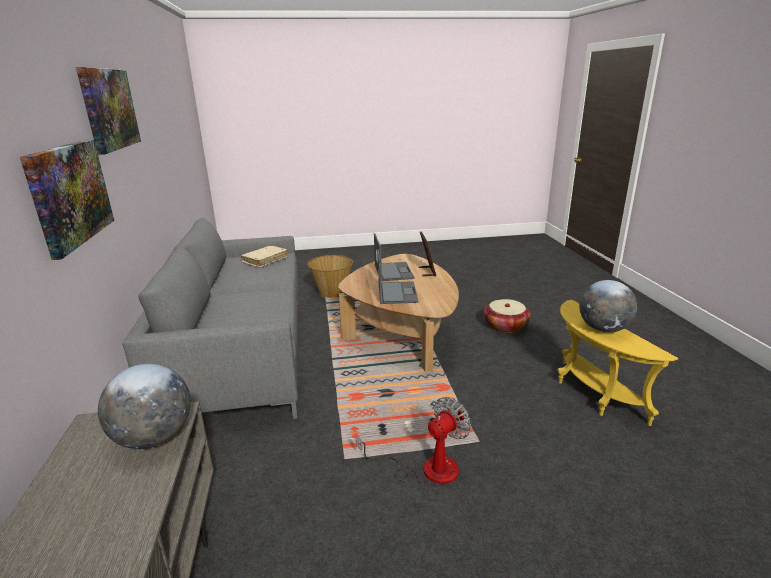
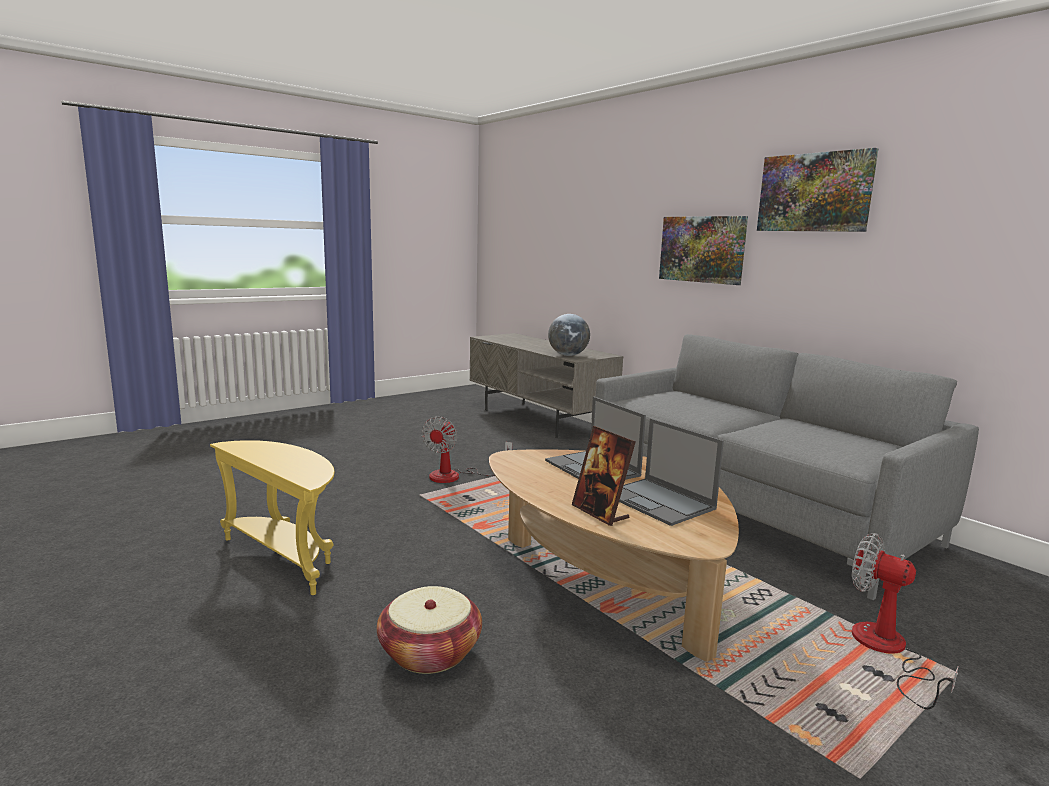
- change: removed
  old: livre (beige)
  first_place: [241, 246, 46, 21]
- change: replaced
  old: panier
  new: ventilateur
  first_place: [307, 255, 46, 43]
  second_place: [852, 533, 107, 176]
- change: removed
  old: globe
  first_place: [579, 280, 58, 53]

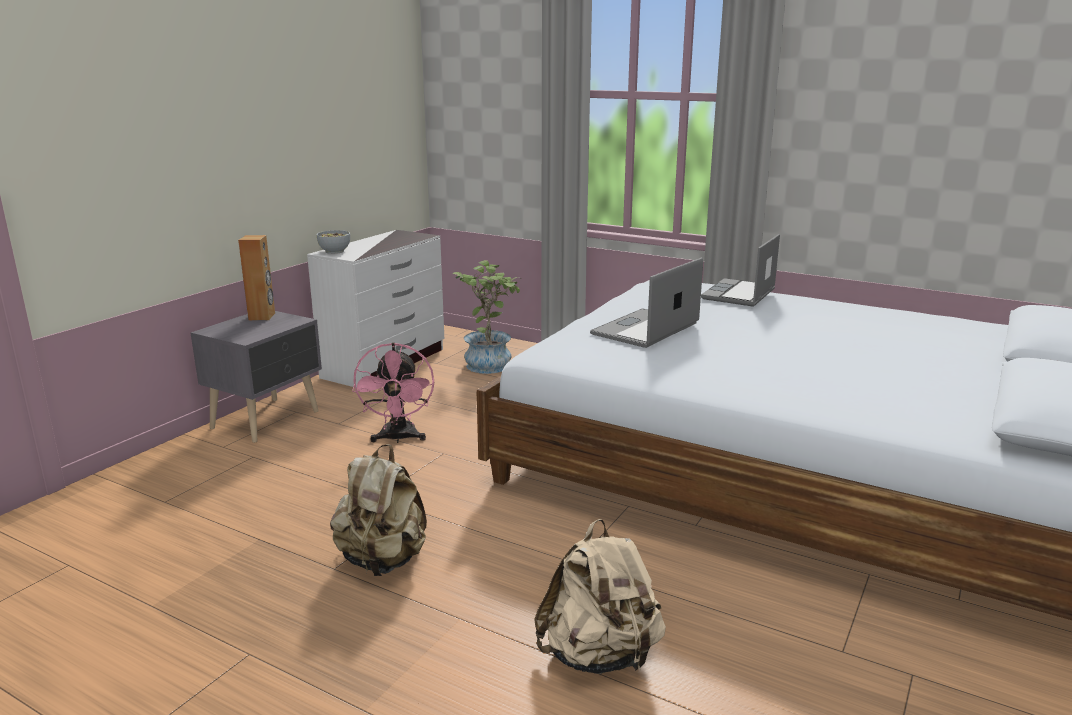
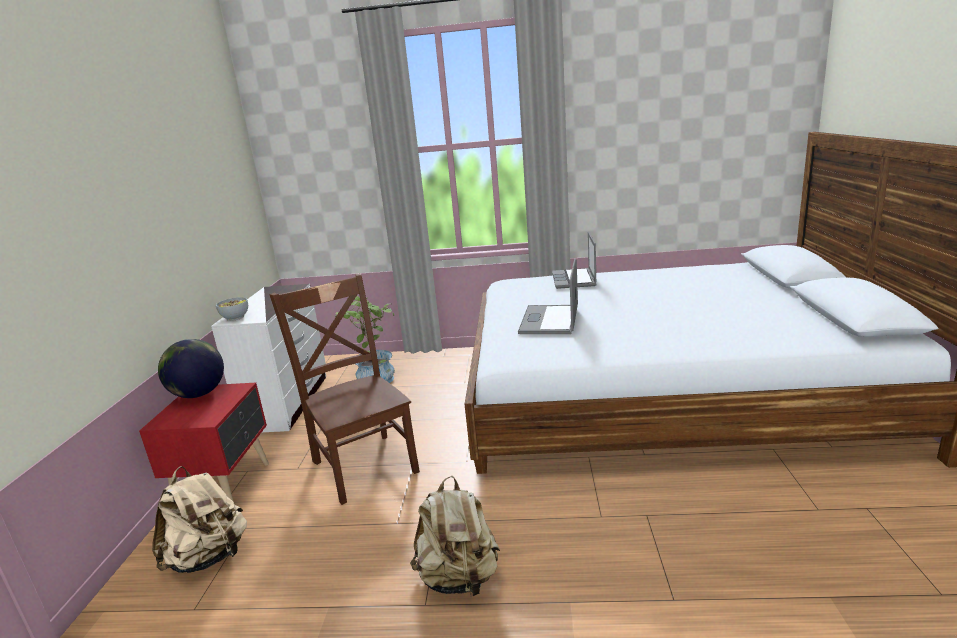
- change: replaced
  old: enceinte (marron)
  new: globe
  first_place: [238, 235, 37, 85]
  second_place: [158, 339, 66, 59]
- change: recoloured
  old: table de chevet (gris)
  new: table de chevet (rouge)
  first_place: [191, 311, 131, 132]
  second_place: [139, 383, 130, 119]
- change: replaced
  old: ventilateur (rose)
  new: chaise (marron)
  first_place: [352, 342, 82, 101]
  second_place: [269, 273, 151, 232]
- change: moved
  old: sac à dos (beige)
  first_place: [534, 519, 132, 155]
  second_place: [152, 466, 95, 107]

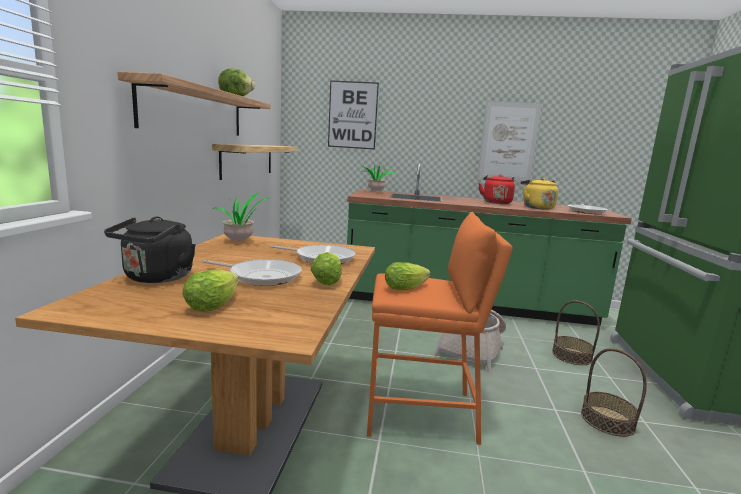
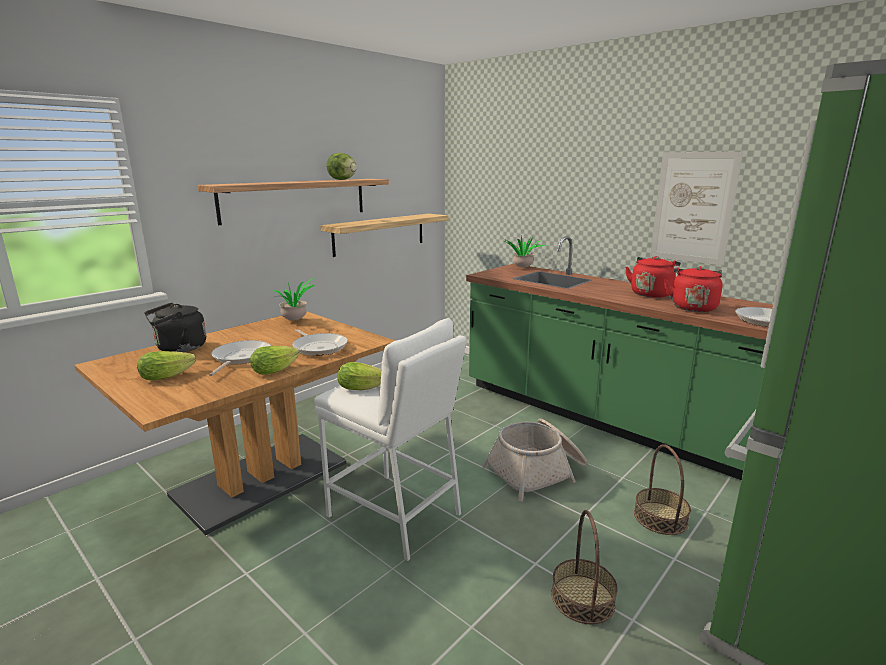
- change: removed
  old: tableau
  first_place: [328, 80, 51, 70]
- change: recoloured
  old: bouilloire (jaune)
  new: bouilloire (rouge)
  first_place: [520, 178, 38, 32]
  second_place: [664, 266, 59, 46]
- change: recoloured
  old: tabouret (orange)
  new: tabouret (blanc)
  first_place: [367, 212, 146, 233]
  second_place: [314, 318, 152, 243]
- change: turned
  old: poêle
  first_place: [203, 259, 99, 27]
  second_place: [209, 340, 62, 36]
  degrees: -135

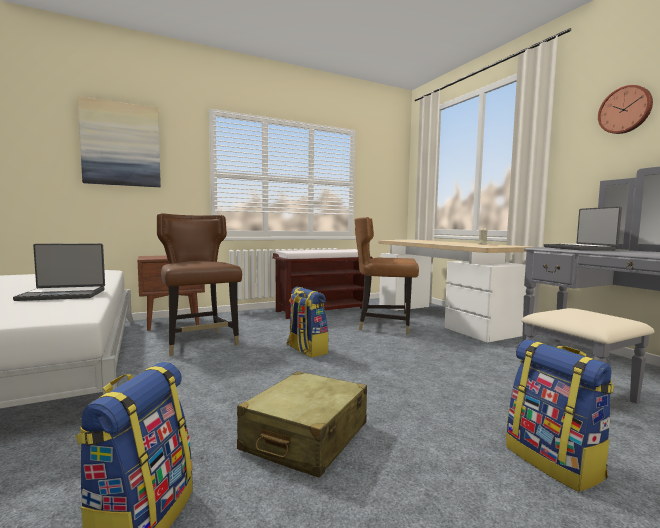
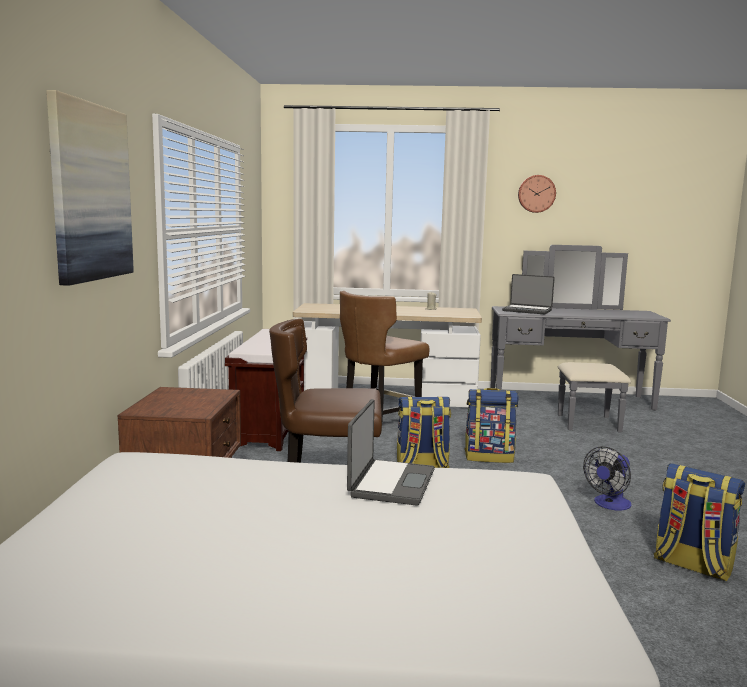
- change: moved
  old: sac à dos
  first_place: [506, 339, 108, 153]
  second_place: [465, 388, 54, 75]
- change: replaced
  old: valise (beige)
  new: ventilateur
  first_place: [237, 371, 130, 107]
  second_place: [583, 446, 48, 64]

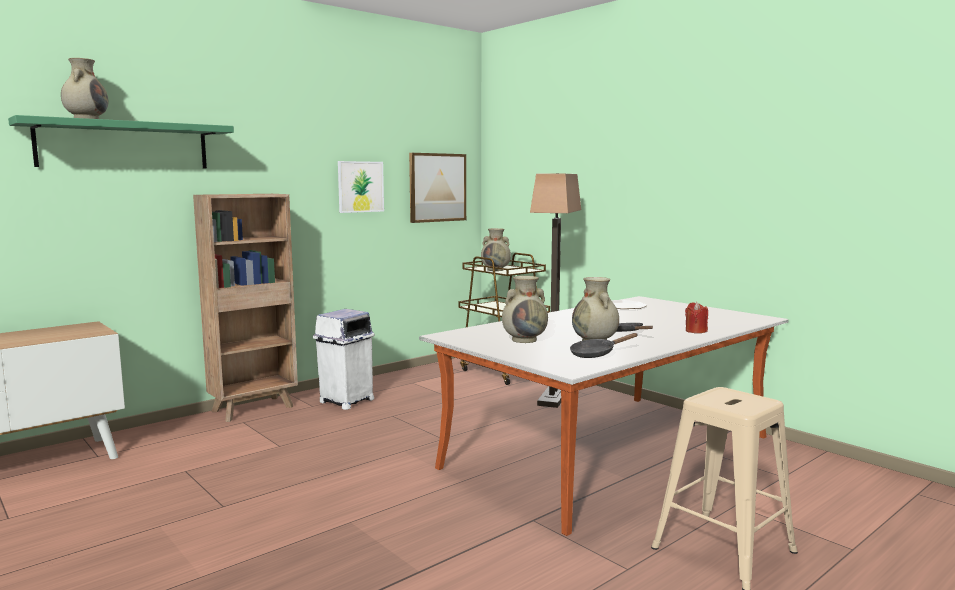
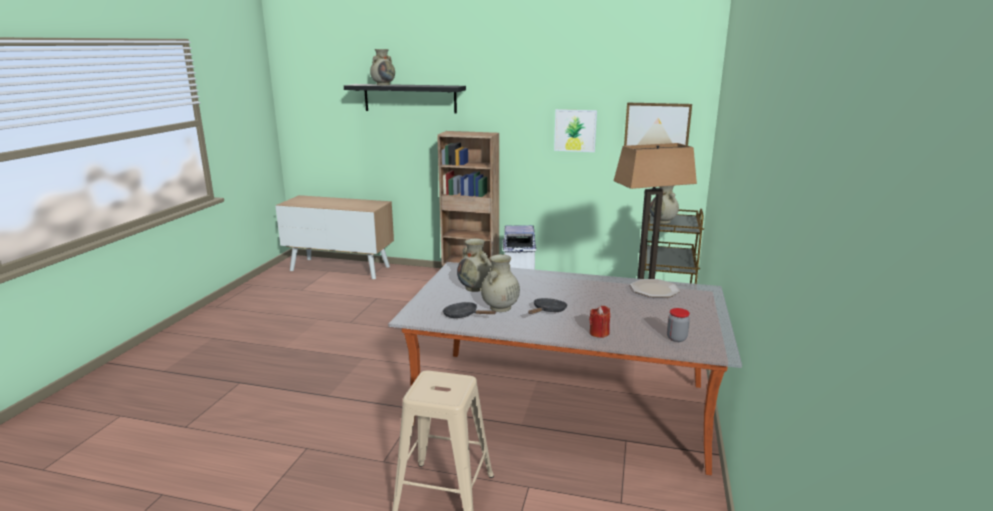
- change: recoloured
  old: étagère (vert)
  new: étagère (noir)
  first_place: [8, 115, 226, 54]
  second_place: [344, 84, 122, 30]
- change: added
  new: bocal
  second_place: [667, 308, 23, 34]

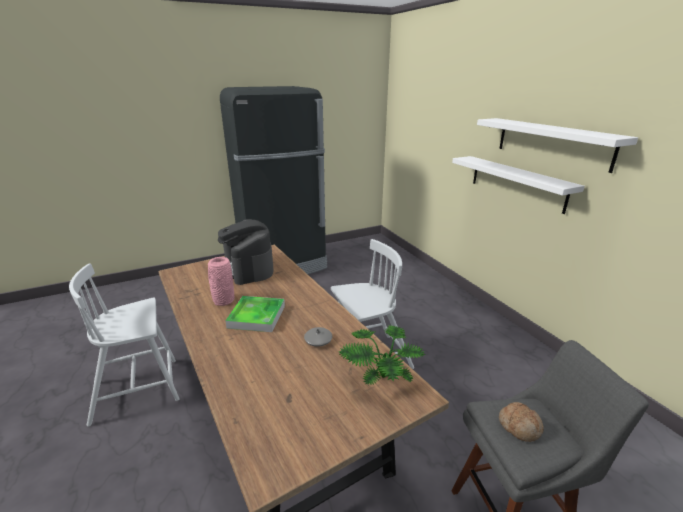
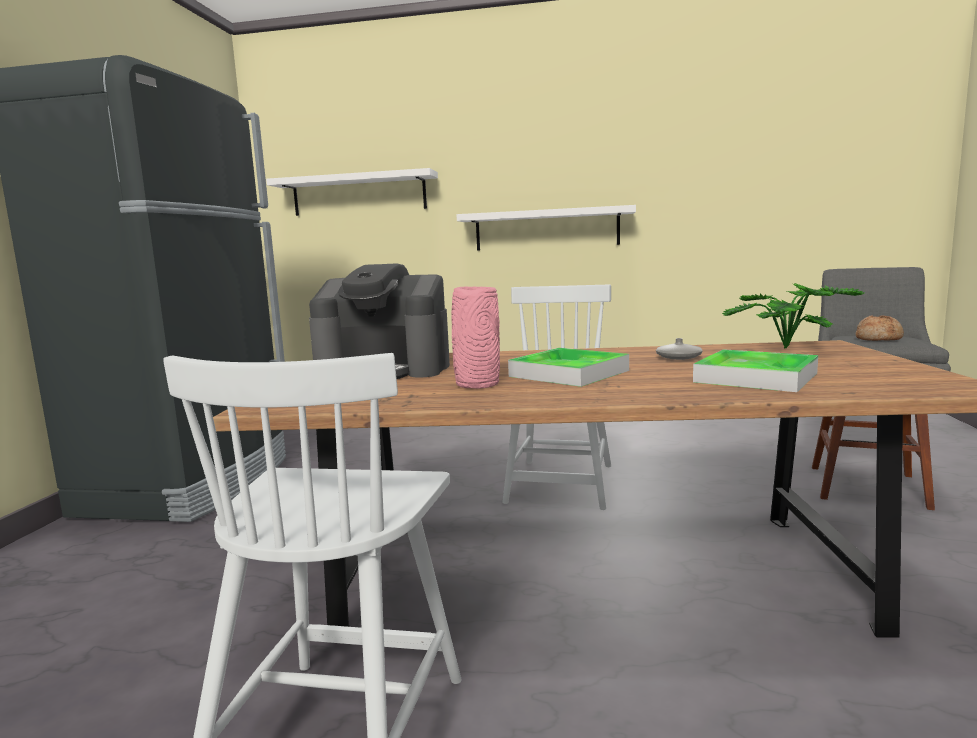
- change: moved
  old: étagère (blanc)
  first_place: [477, 118, 161, 55]
  second_place: [266, 168, 172, 48]
- change: added
  new: plateau
  second_place: [693, 349, 125, 43]

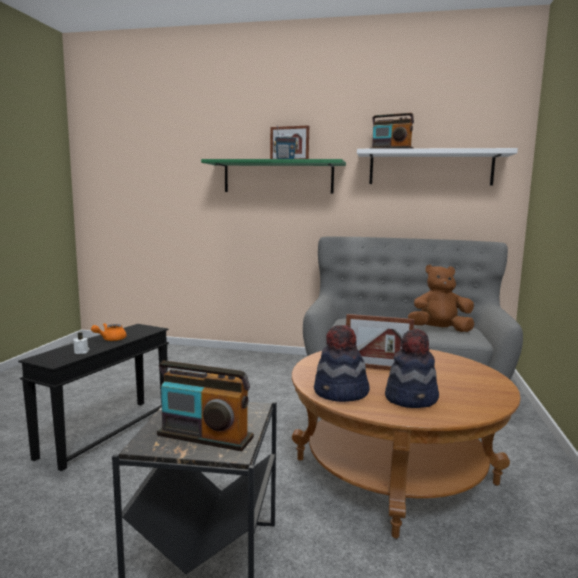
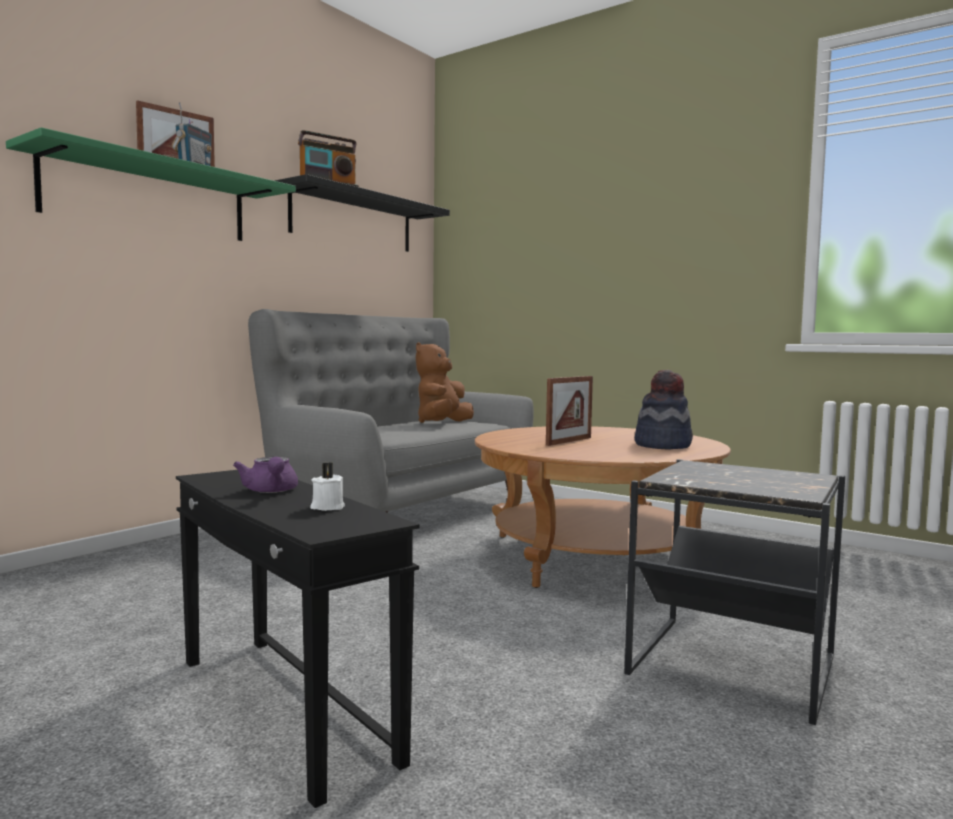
- change: recoloured
  old: étagère (blanc)
  new: étagère (noir)
  first_place: [357, 148, 161, 37]
  second_place: [275, 174, 175, 78]
- change: recoloured
  old: théière (orange)
  new: théière (violet)
  first_place: [91, 323, 36, 18]
  second_place: [233, 457, 65, 36]
- change: removed
  old: chapeau
  first_place: [314, 325, 56, 77]
- change: removed
  old: radio
  first_place: [157, 360, 97, 91]

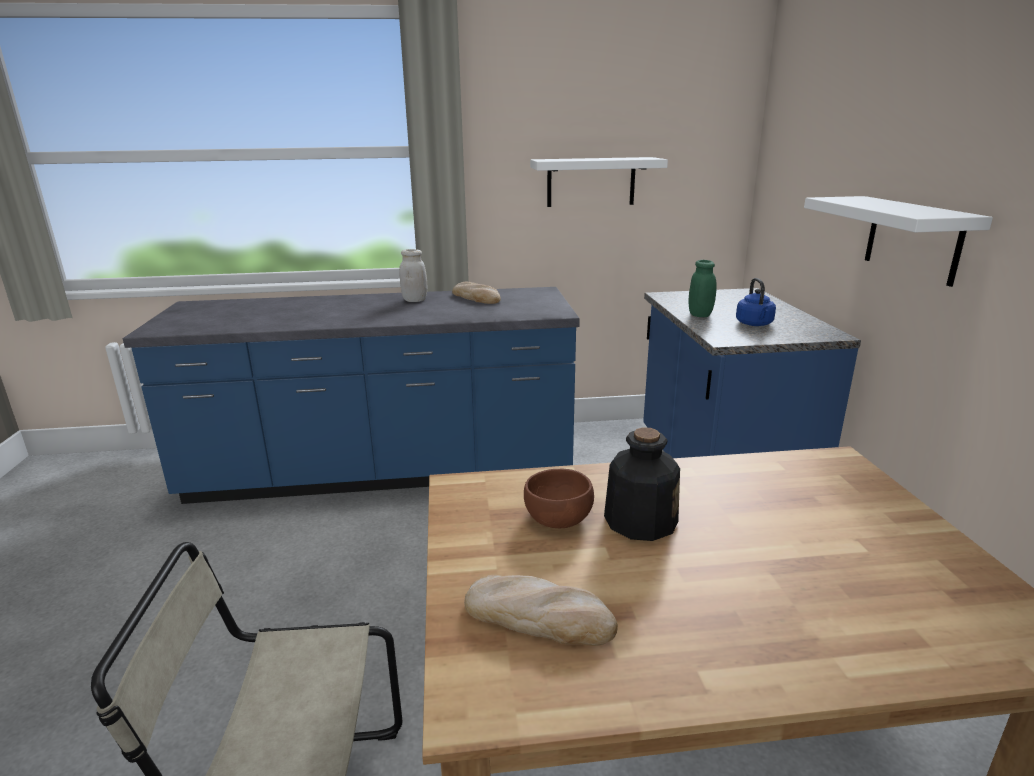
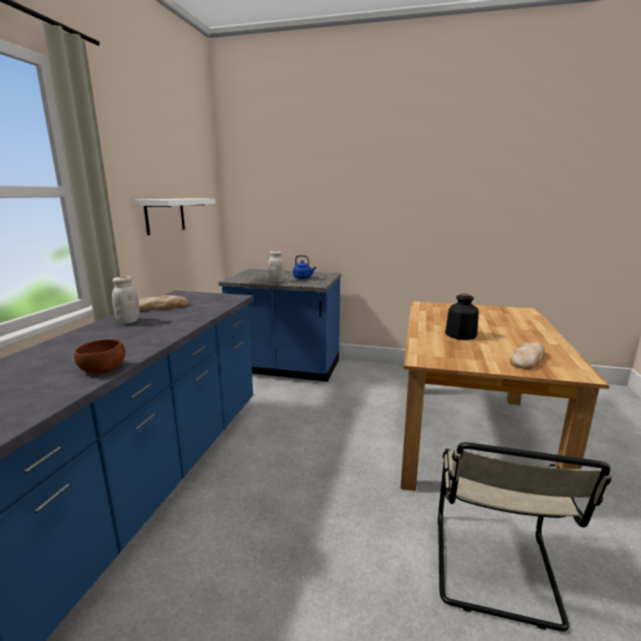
- change: removed
  old: étagère (blanc)
  first_place: [804, 196, 189, 91]
- change: recoloured
  old: bocal (vert)
  new: bocal (blanc)
  first_place: [688, 260, 29, 57]
  second_place: [268, 251, 17, 31]
- change: moved
  old: bol (marron)
  first_place: [524, 469, 70, 59]
  second_place: [74, 339, 52, 35]

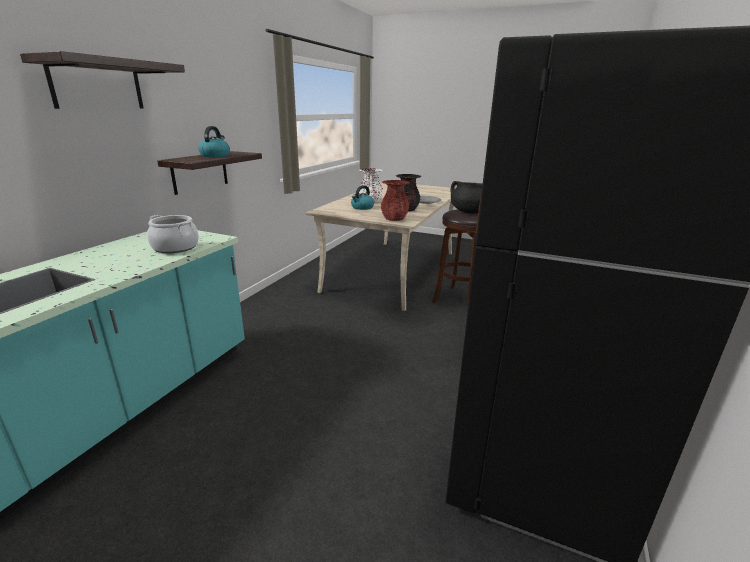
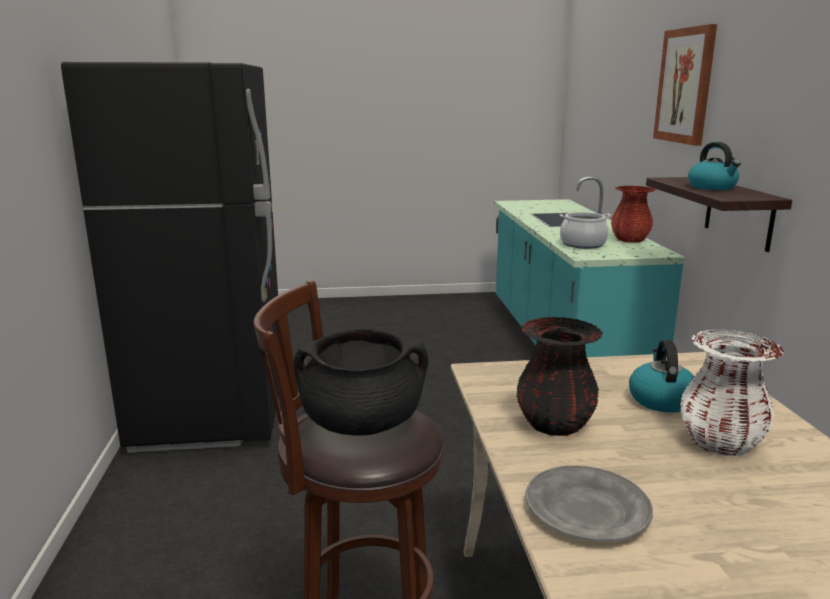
- change: replaced
  old: étagère
  new: tableau
  first_place: [20, 51, 165, 58]
  second_place: [653, 24, 64, 122]
- change: moved
  old: vase (rouge)
  first_place: [381, 180, 29, 41]
  second_place: [611, 186, 45, 56]

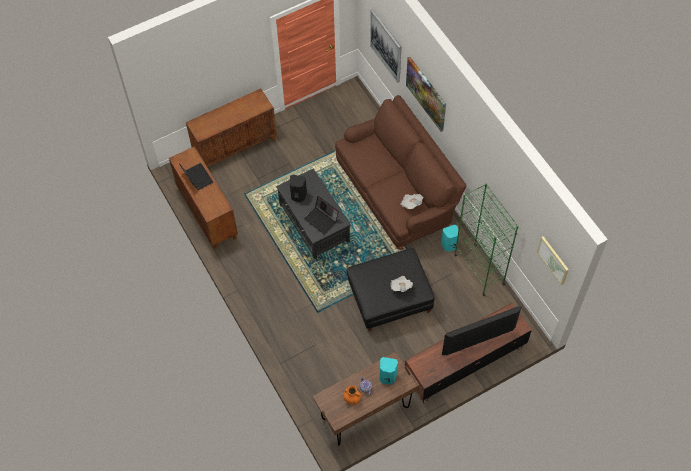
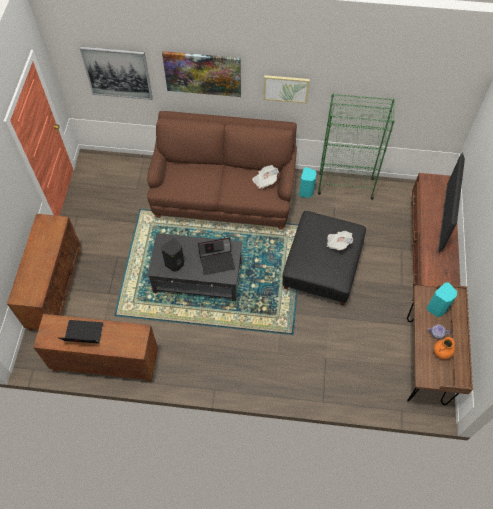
- change: moved
  old: tableau
  first_place: [537, 236, 32, 49]
  second_place: [263, 75, 47, 29]

